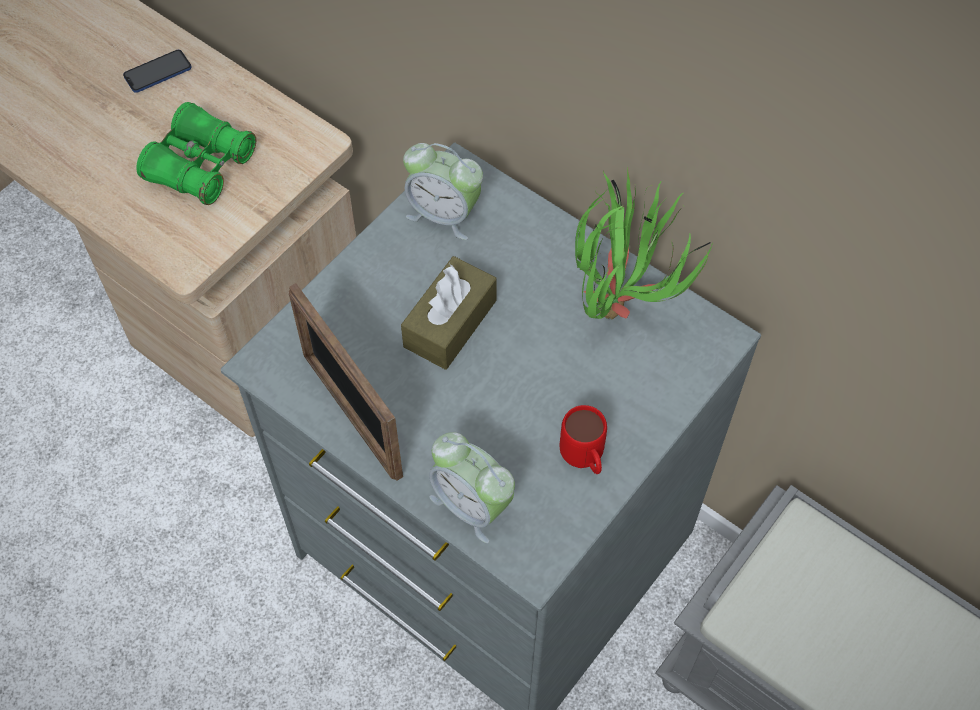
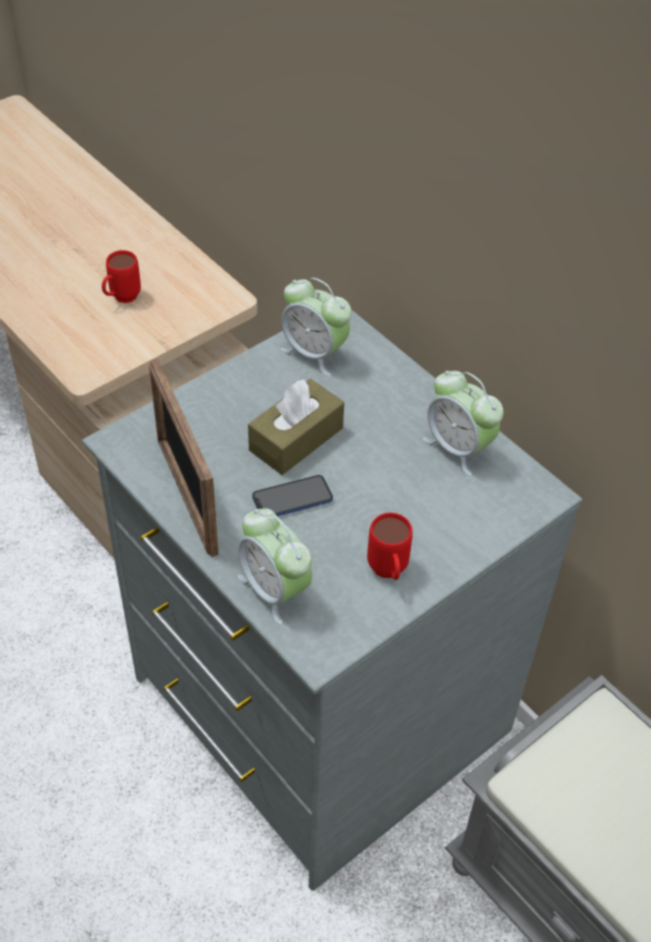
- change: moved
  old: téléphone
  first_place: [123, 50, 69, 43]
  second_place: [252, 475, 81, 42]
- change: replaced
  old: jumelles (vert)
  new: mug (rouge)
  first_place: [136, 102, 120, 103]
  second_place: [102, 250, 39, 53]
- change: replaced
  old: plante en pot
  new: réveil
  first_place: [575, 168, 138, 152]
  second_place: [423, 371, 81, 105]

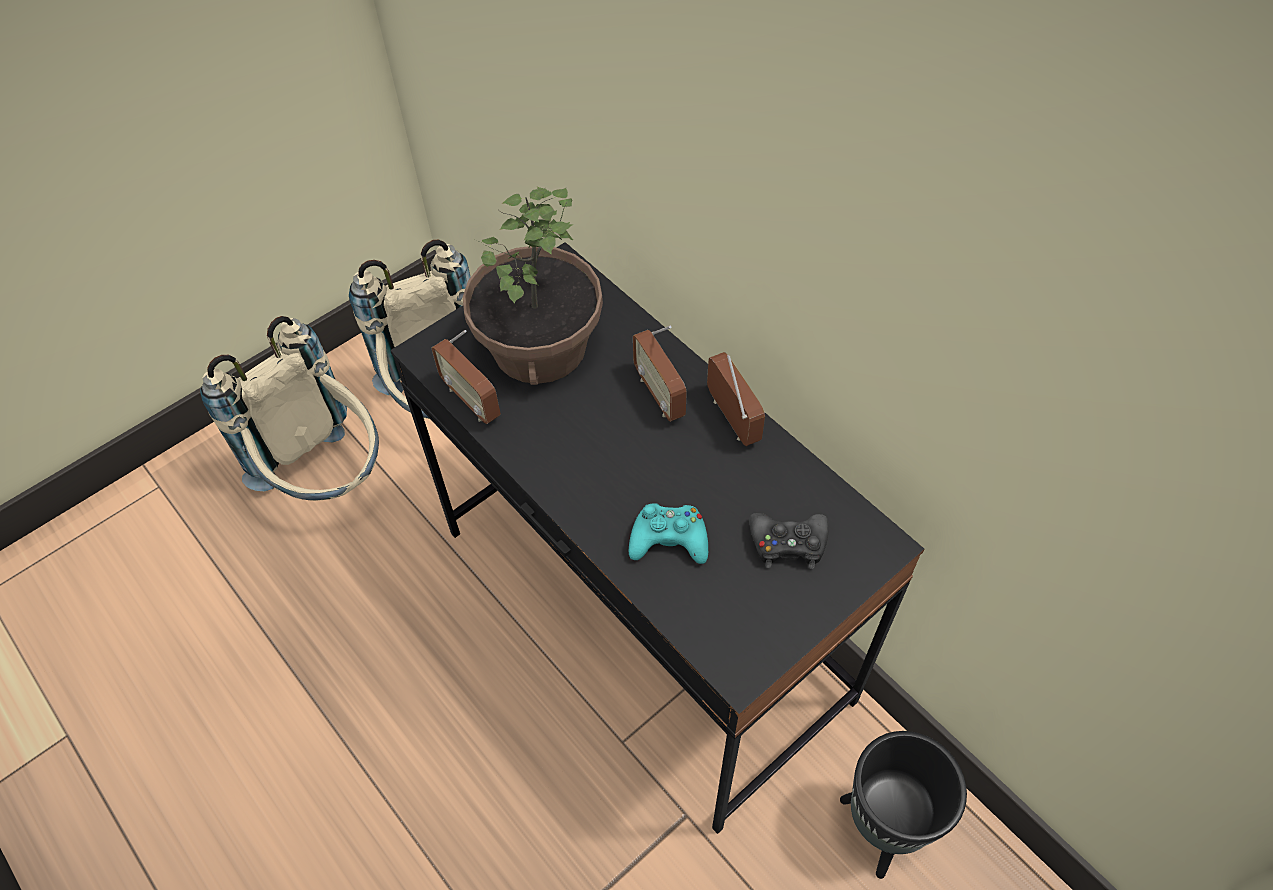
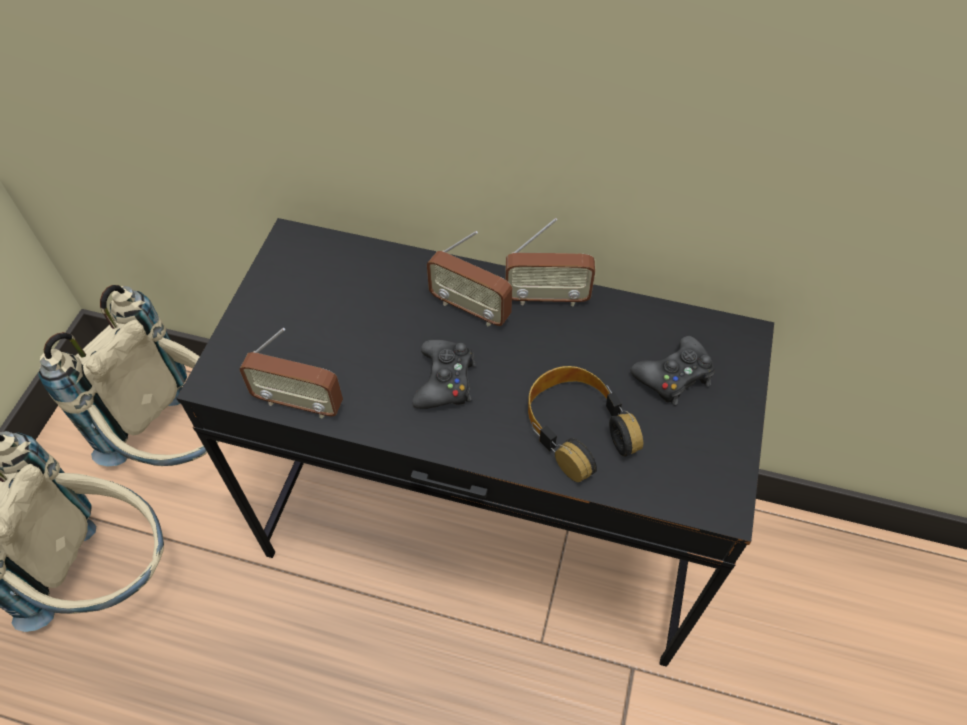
- change: removed
  old: plante en pot
  first_place: [463, 187, 140, 198]
- change: turned
  old: radio
  first_place: [707, 352, 58, 94]
  second_place: [505, 218, 90, 88]
  degrees: 150
- change: replaced
  old: manette (turquoise)
  new: casque audio
  first_place: [629, 503, 79, 61]
  second_place: [528, 366, 115, 116]
- change: removed
  old: cache-pot (noir)
  first_place: [840, 731, 127, 148]
- change: added
  new: manette (noir)
  second_place: [412, 340, 64, 69]

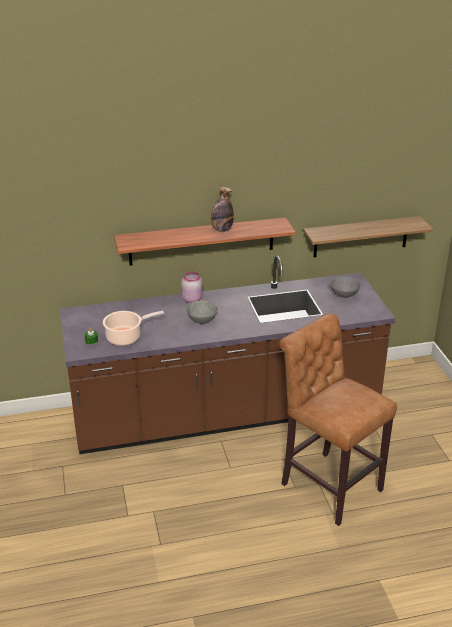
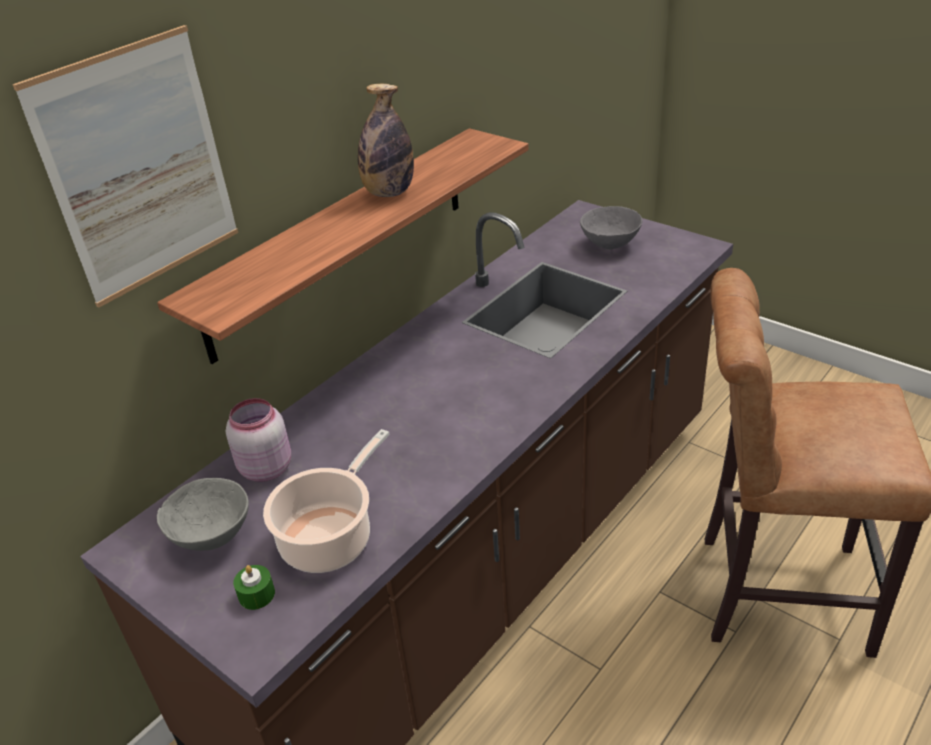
- change: removed
  old: étagère
  first_place: [303, 216, 130, 41]
- change: moved
  old: bocal (rose)
  first_place: [181, 271, 22, 32]
  second_place: [226, 398, 65, 84]
- change: moved
  old: bol (gris)
  first_place: [186, 300, 32, 24]
  second_place: [157, 478, 92, 73]
- change: added
  new: tableau
  second_place: [13, 25, 225, 283]

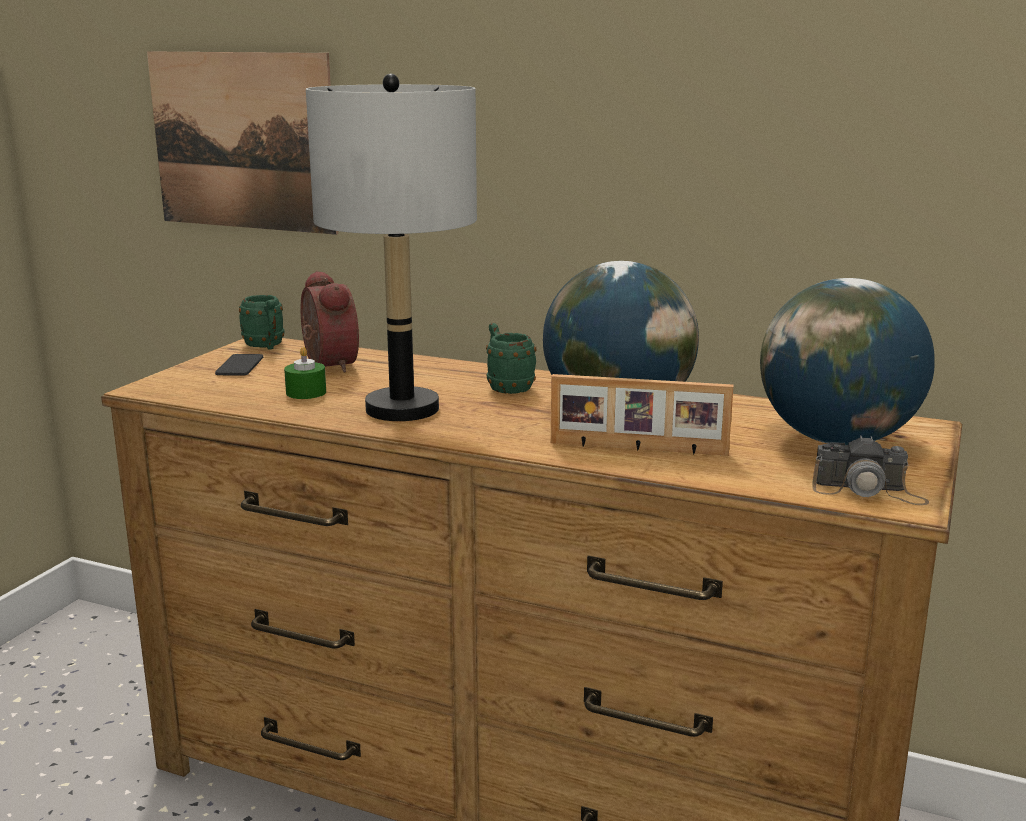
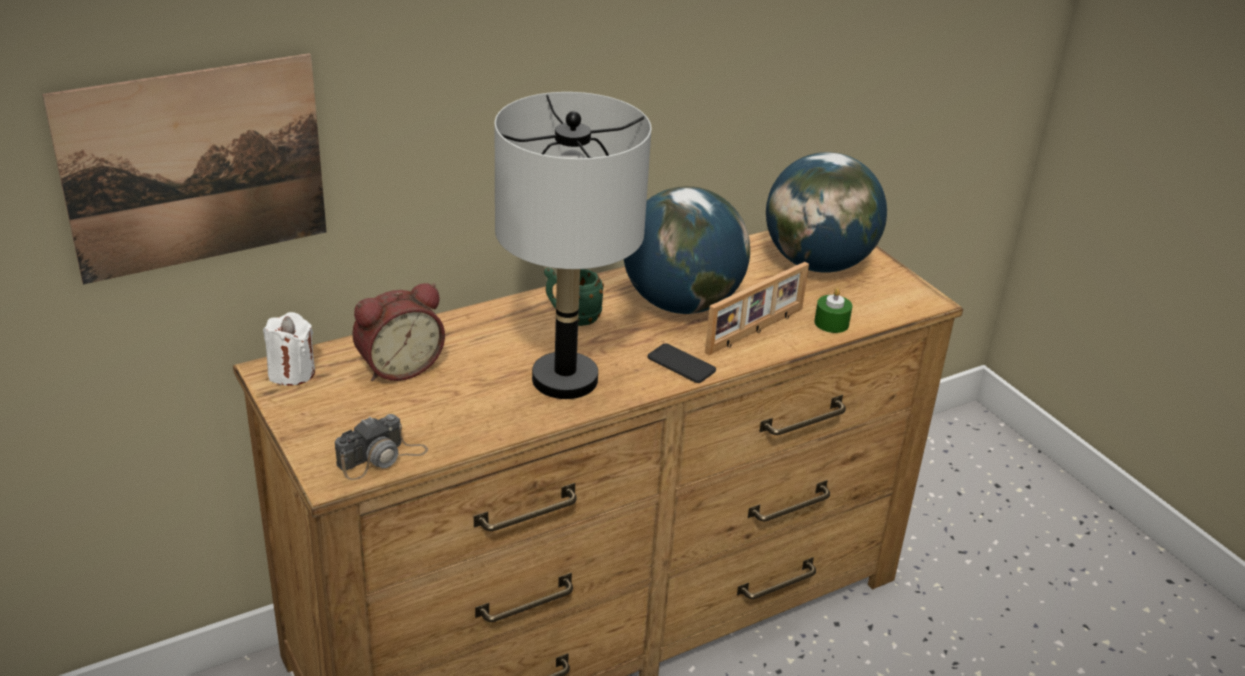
- change: turned
  old: réveil
  first_place: [301, 271, 58, 101]
  second_place: [352, 283, 93, 98]
  degrees: 135
- change: replaced
  old: mug (vert)
  new: bougie (blanc)
  first_place: [239, 295, 46, 54]
  second_place: [263, 312, 52, 74]
- change: moved
  old: bougie (vert)
  first_place: [284, 347, 42, 52]
  second_place: [814, 288, 38, 45]
- change: moved
  old: téléphone
  first_place: [215, 354, 48, 22]
  second_place: [648, 344, 68, 39]
- change: moved
  old: appareil photo
  first_place: [812, 435, 117, 70]
  second_place: [335, 414, 93, 66]

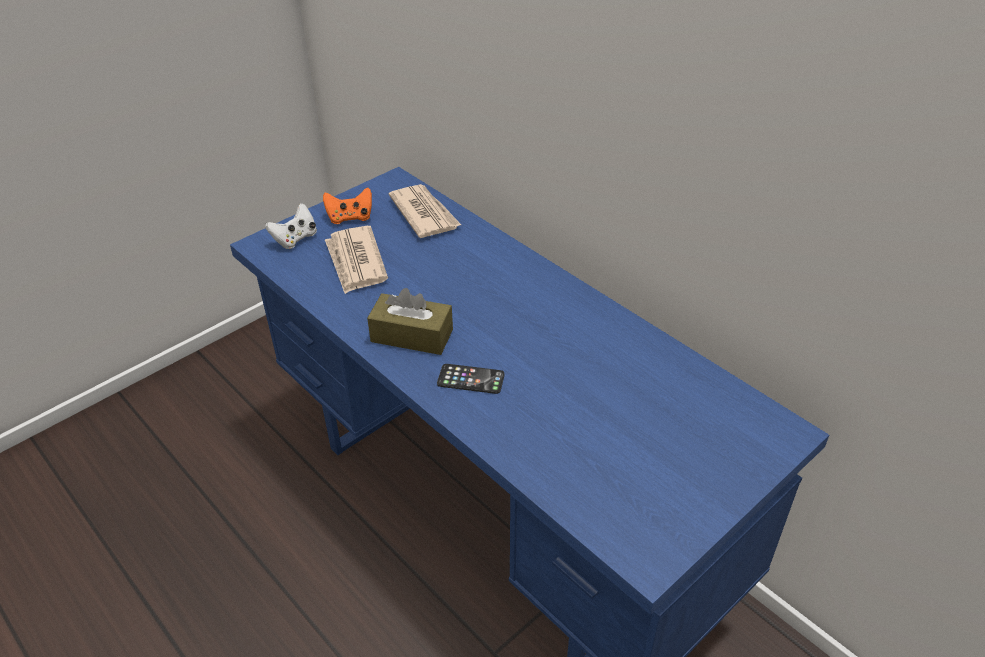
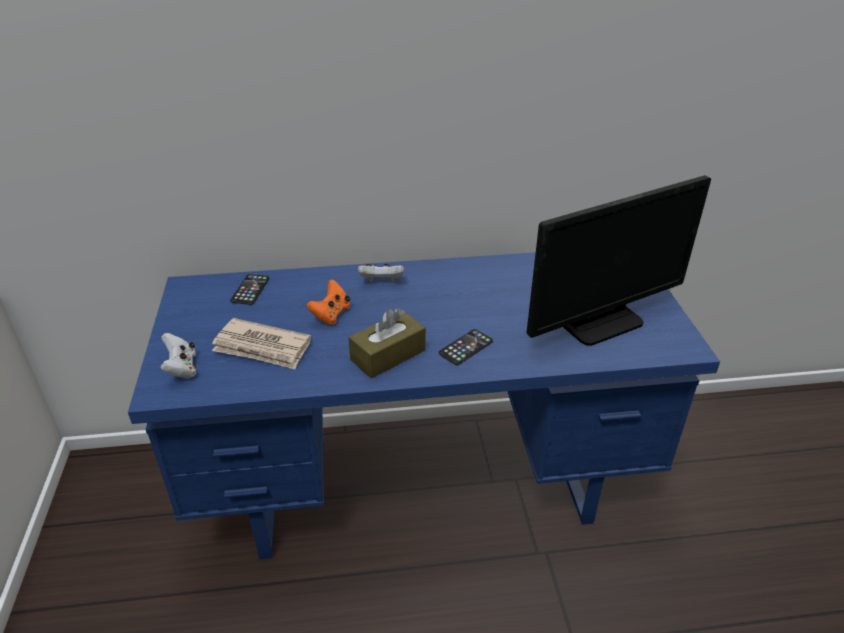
- change: replaced
  old: journal
  new: téléphone
  first_place: [389, 184, 72, 54]
  second_place: [230, 274, 39, 31]
- change: moved
  old: manette (orange)
  first_place: [323, 188, 49, 36]
  second_place: [306, 280, 44, 45]
- change: added
  new: écran d'ordinateur
  second_place: [527, 175, 184, 171]
- change: added
  new: manette (blanc)
  second_place: [358, 264, 46, 17]

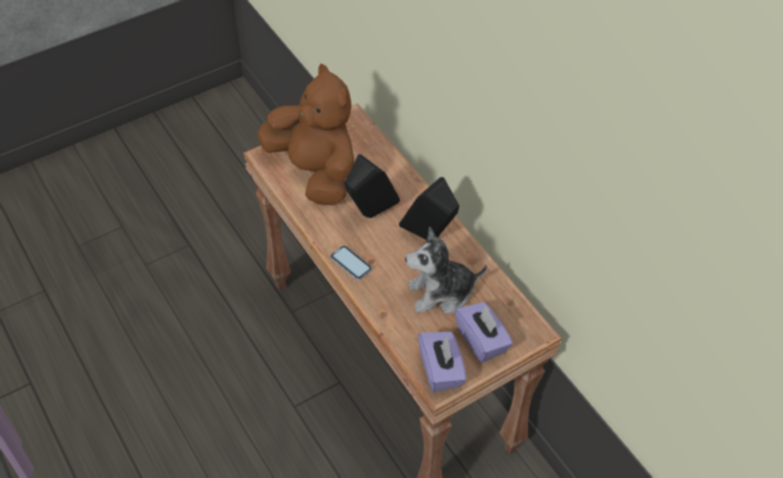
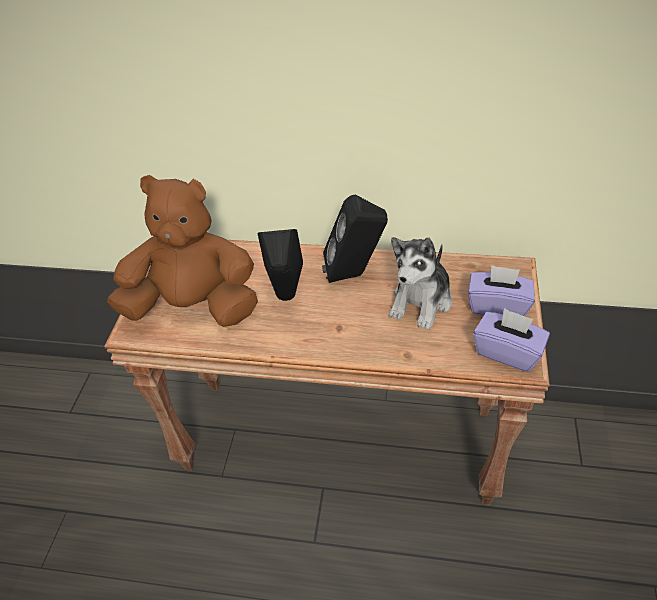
- change: removed
  old: téléphone
  first_place: [330, 245, 42, 35]

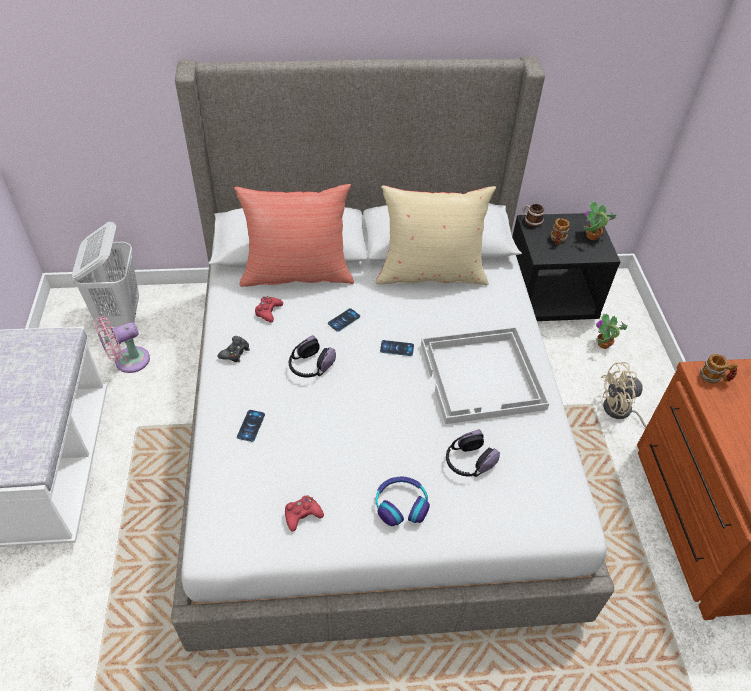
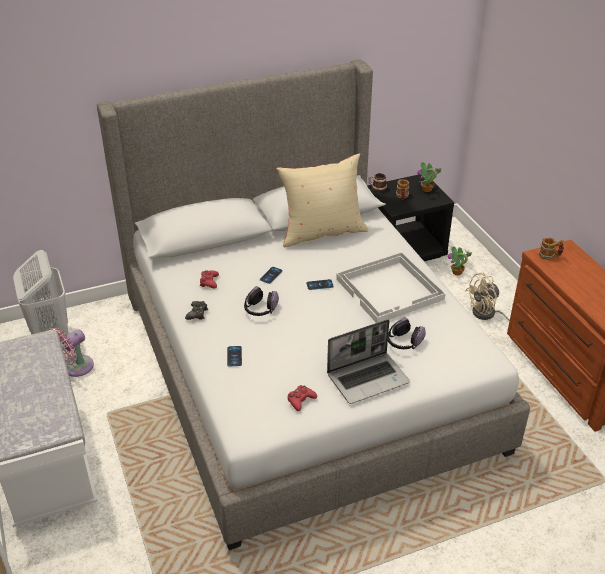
- change: removed
  old: coussin (rouge)
  first_place: [234, 184, 120, 103]
- change: replaced
  old: casque audio
  new: ordinateur portable
  first_place: [376, 476, 54, 50]
  second_place: [327, 319, 83, 85]

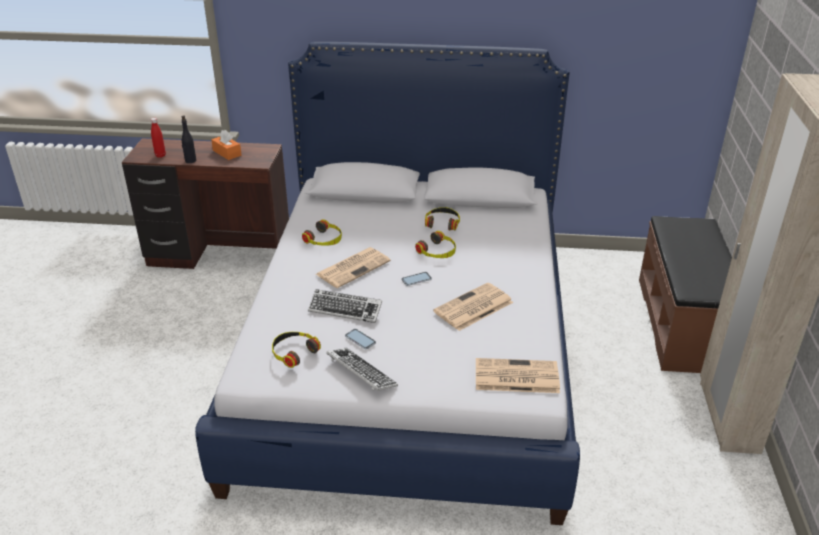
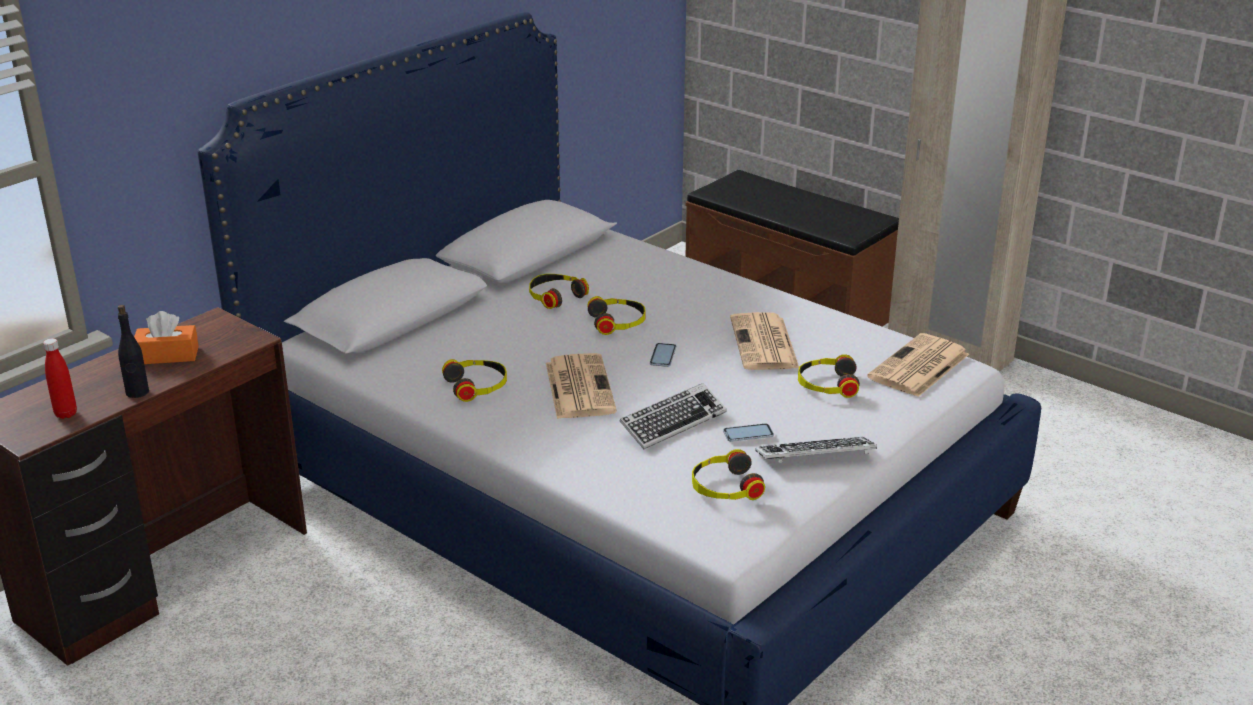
- change: added
  new: casque audio
  second_place: [798, 354, 62, 44]

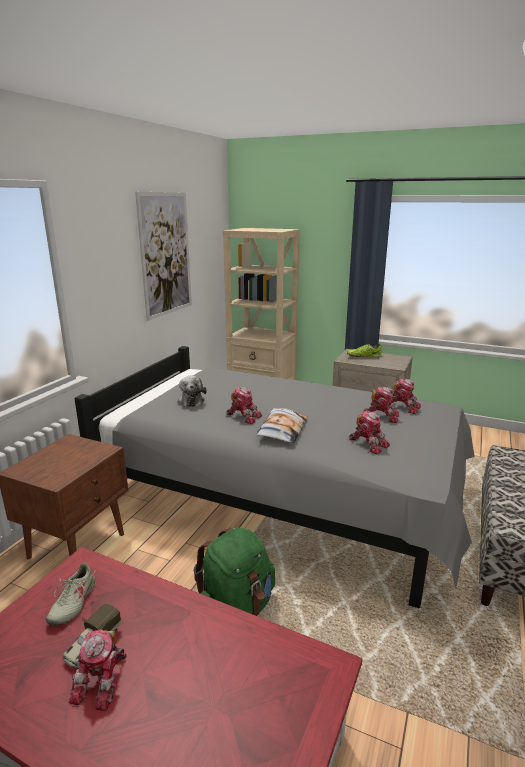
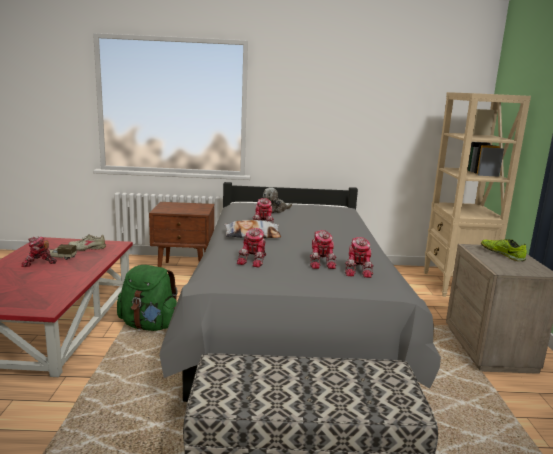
- change: removed
  old: tableau
  first_place: [135, 192, 57, 129]

